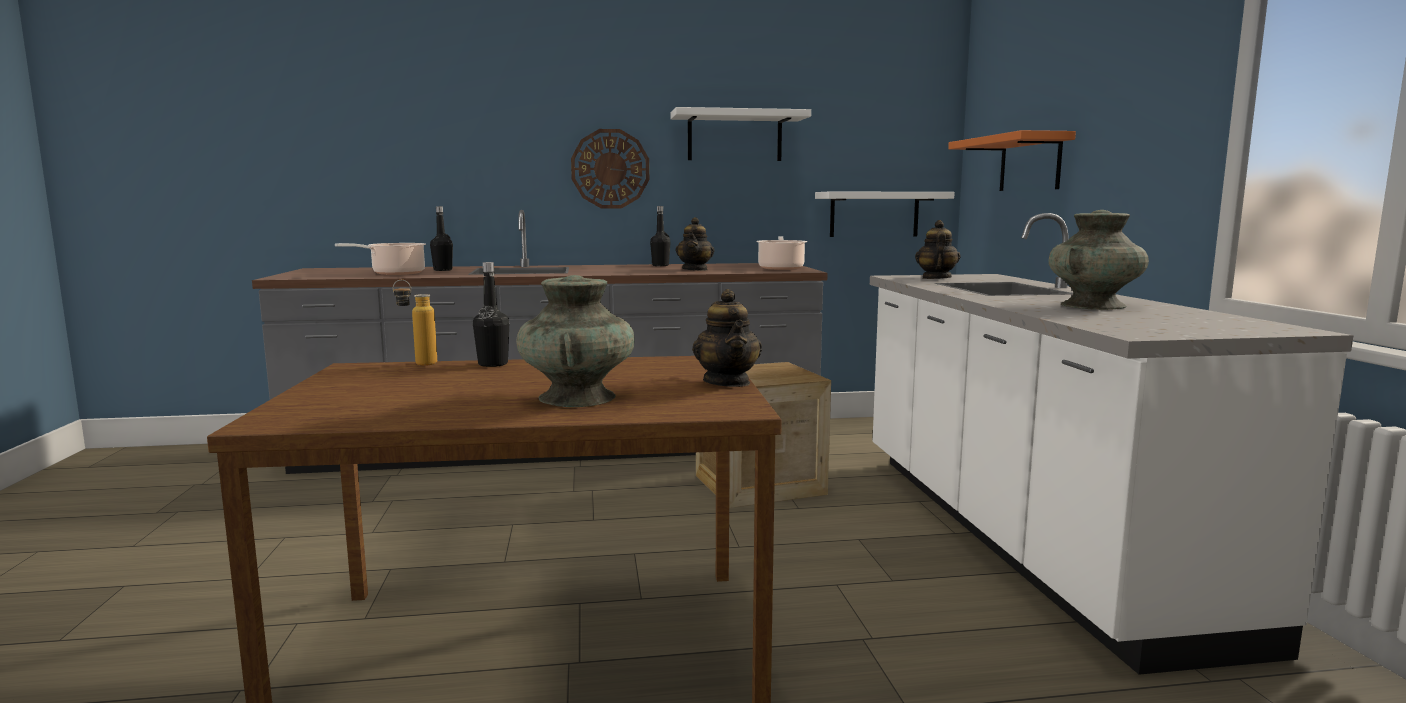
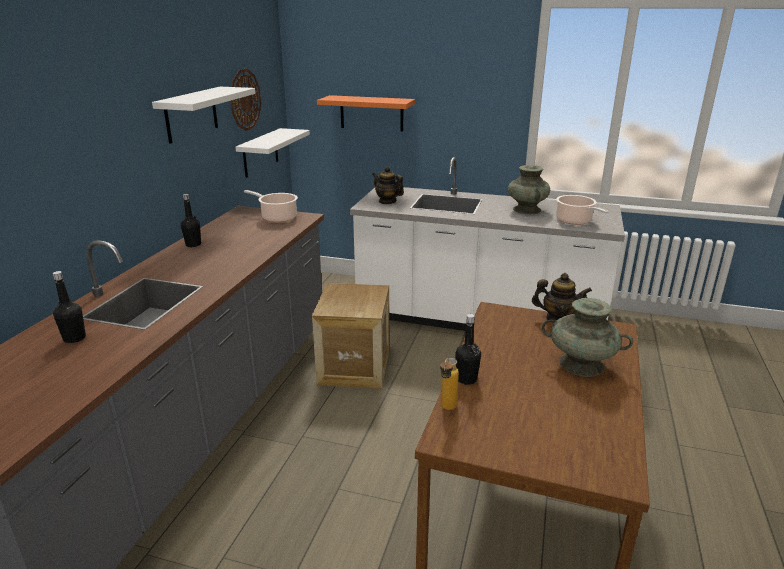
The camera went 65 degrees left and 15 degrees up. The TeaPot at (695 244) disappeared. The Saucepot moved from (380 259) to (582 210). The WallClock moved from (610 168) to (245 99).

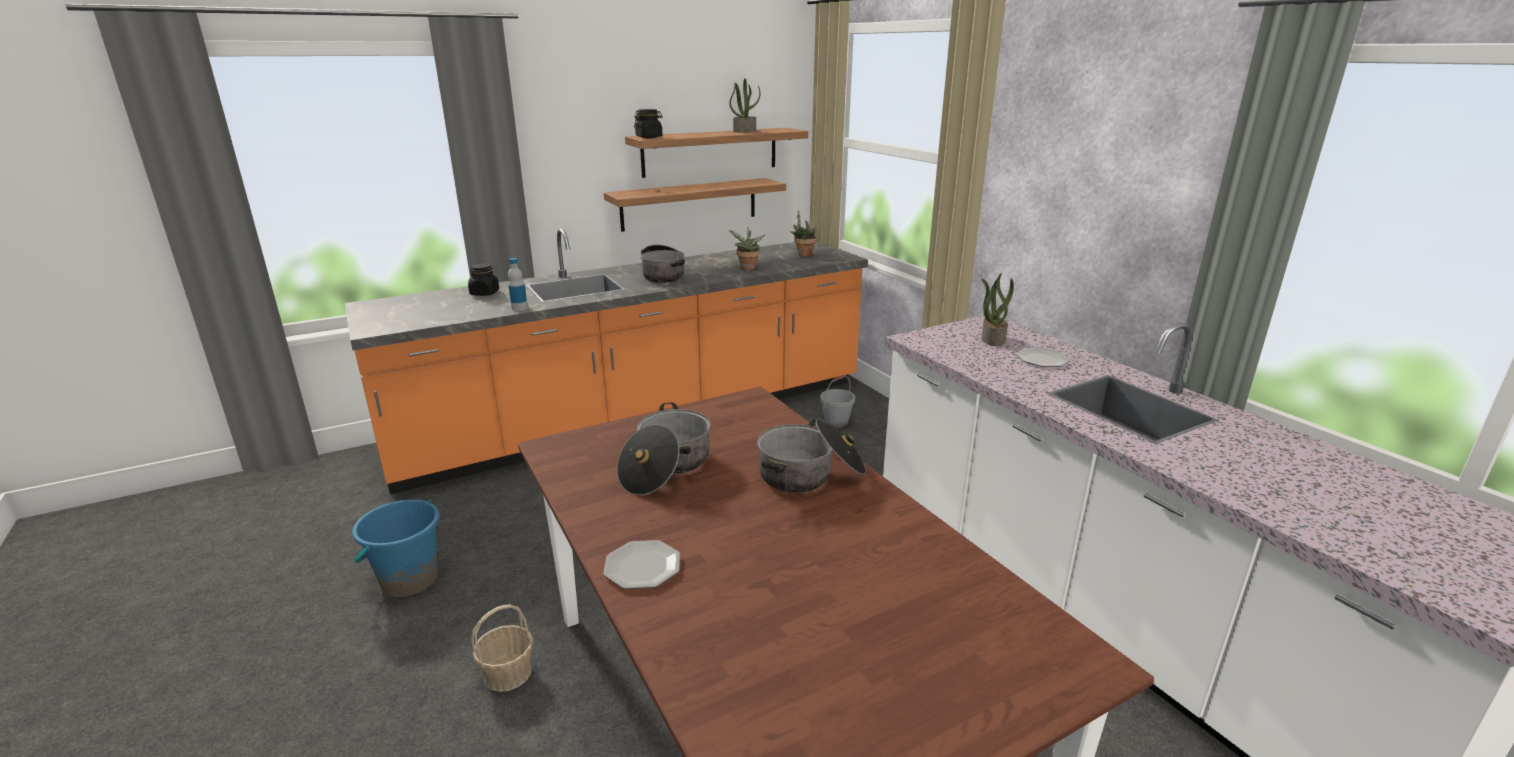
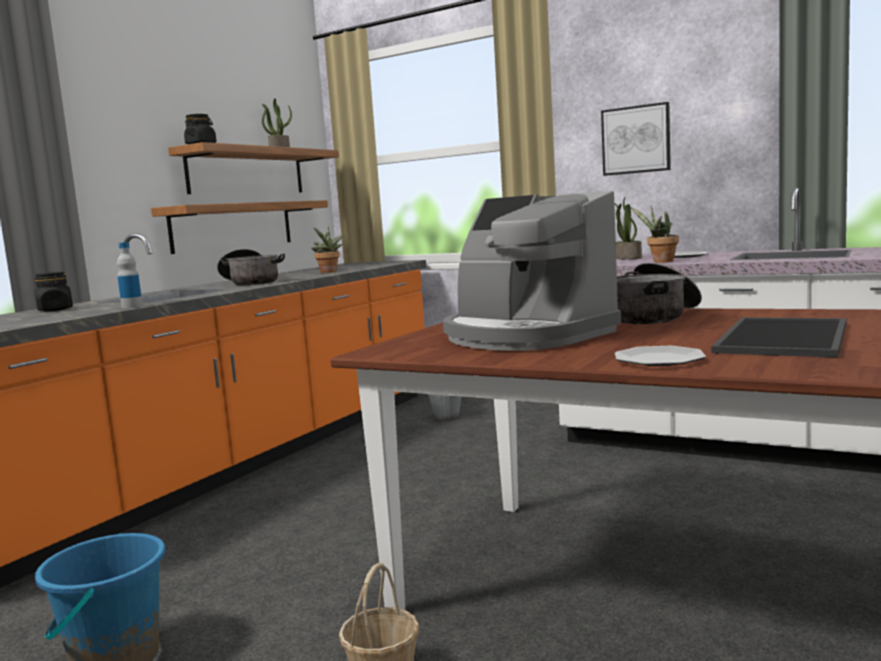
The camera went 30 degrees left and 15 degrees down. The WallArt at (636 139) appeared. The Tray at (778 337) appeared. The Houseplant moved from (803 233) to (655 234). The Saucepot at (664 449) was replaced by the CoffeeMaker at (532 271).

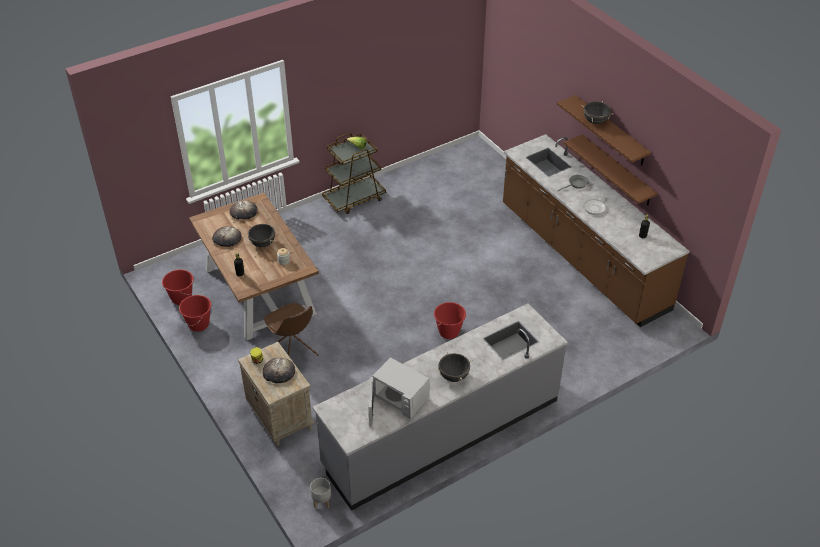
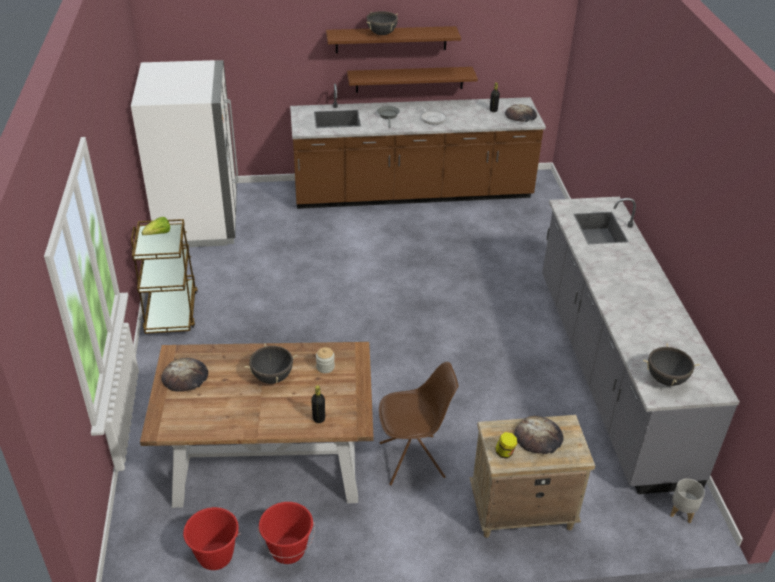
The camera went 65 degrees left and 5 degrees down. The WhiteMicrowaveOven at (399 392) disappeared. The RedBucket at (450 320) disappeared. The WhiteFridge at (184 154) appeared. The BakedBread moved from (227 236) to (521 113). The BlackishSaucepot moved from (454 367) to (671 365).

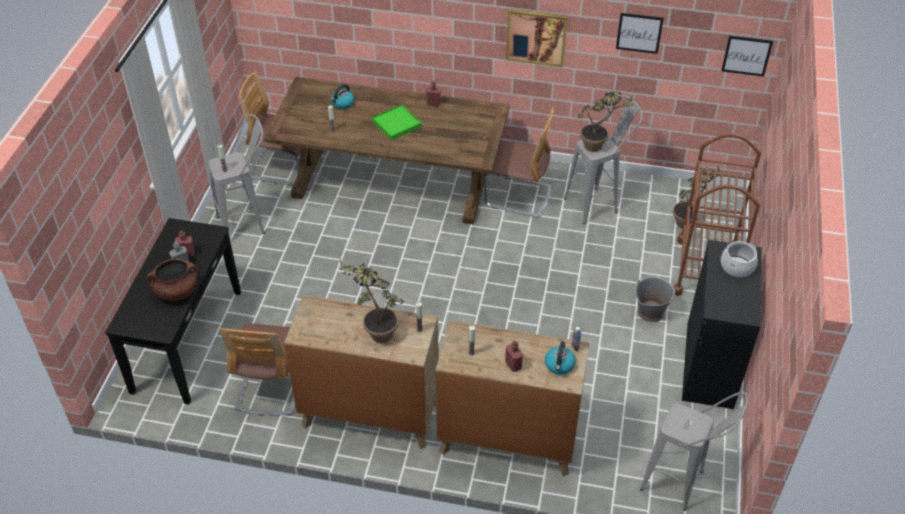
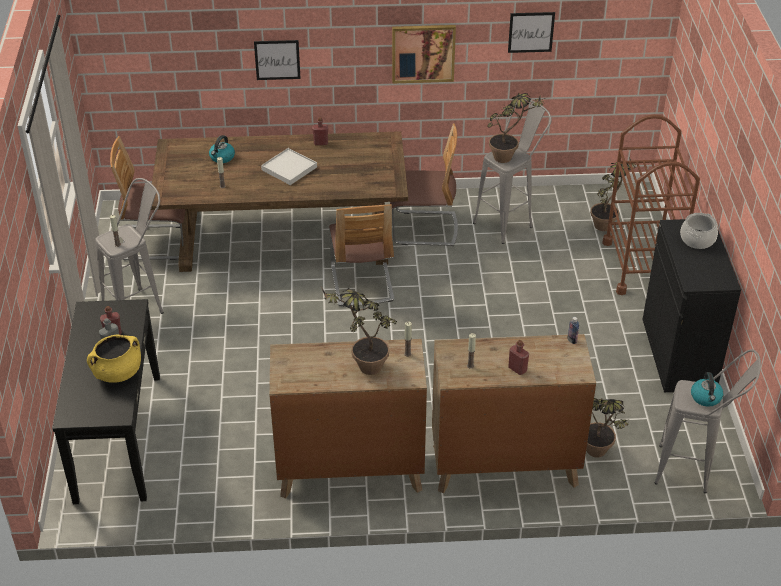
The camera went 15 degrees left and 5 degrees down. The GreyBucket at (655 299) disappeared. The Houseplant at (607 428) appeared. The Chair moved from (257 369) to (362 255). The TeaKettle moved from (560 358) to (707 389). The WallArt moved from (747 56) to (277 60). The BrownSaucepot at (172 279) became the YellowishSaucepot at (114 358). The GreenColouredTray at (396 122) became the WhiteTray at (289 166).

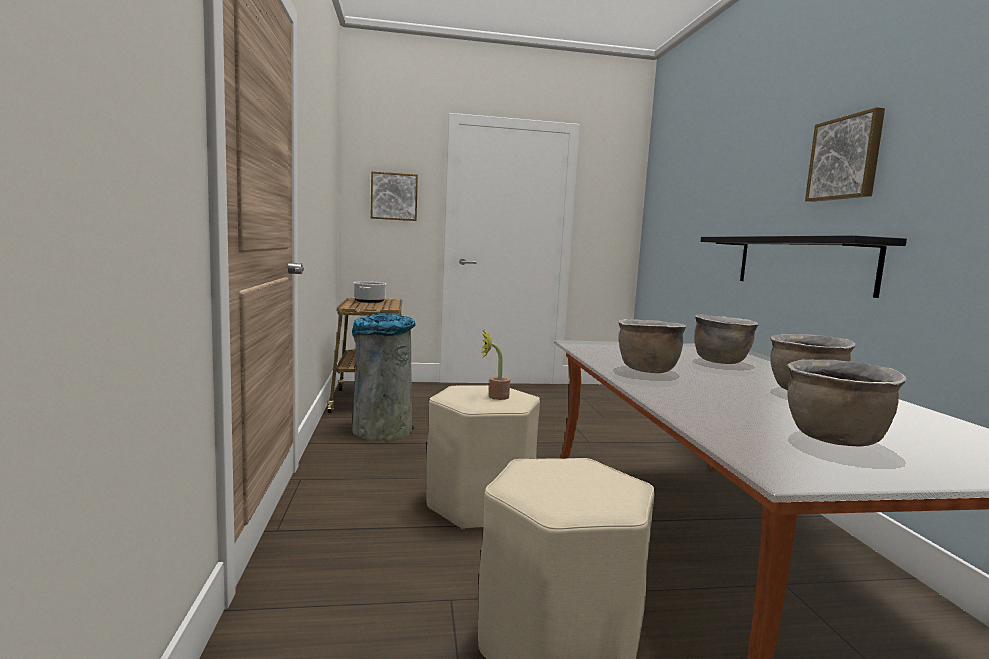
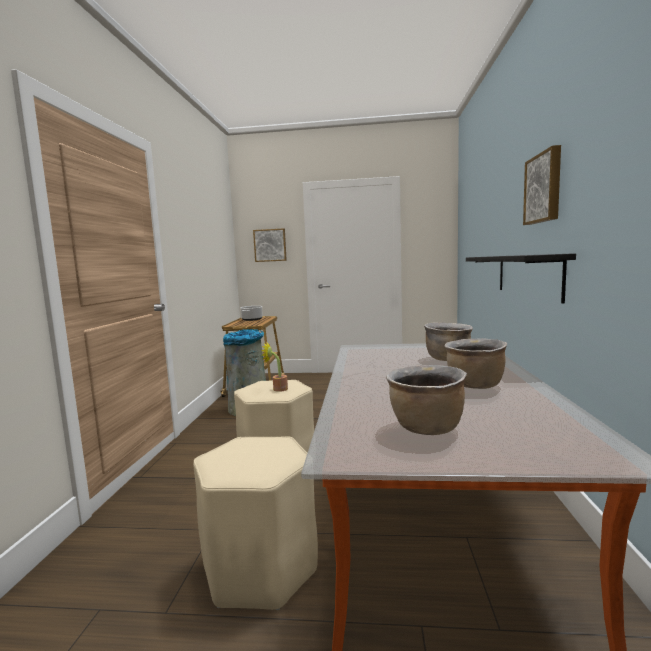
The camera went 15 degrees right and 0 degrees up. The BrownSaucepot at (652 346) disappeared.

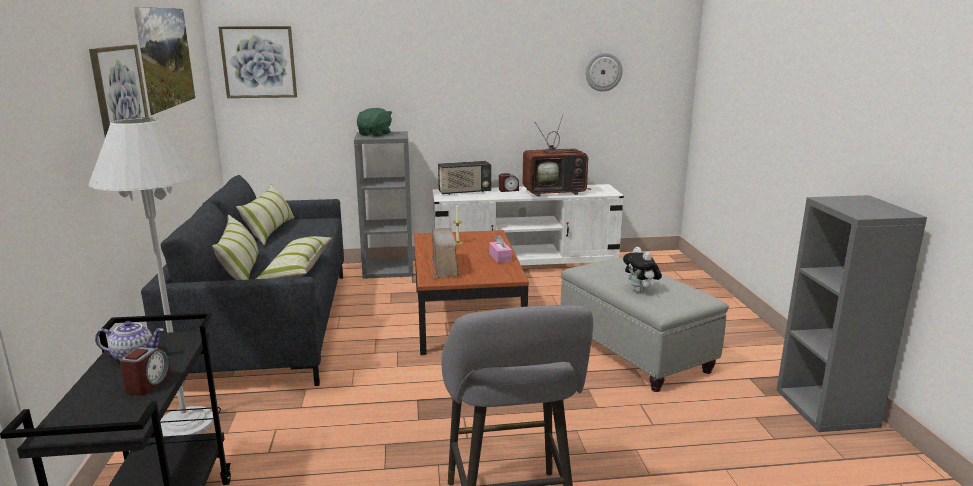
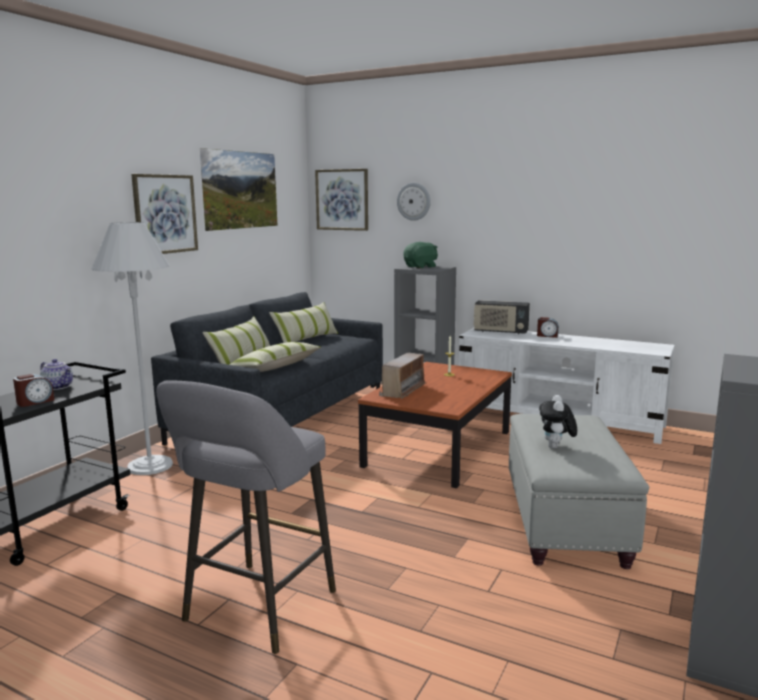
The camera went 35 degrees right and 5 degrees down. The PinkTissueHolder at (500 249) disappeared. The TvSet at (557 156) disappeared. The WallClock moved from (604 72) to (414 202).

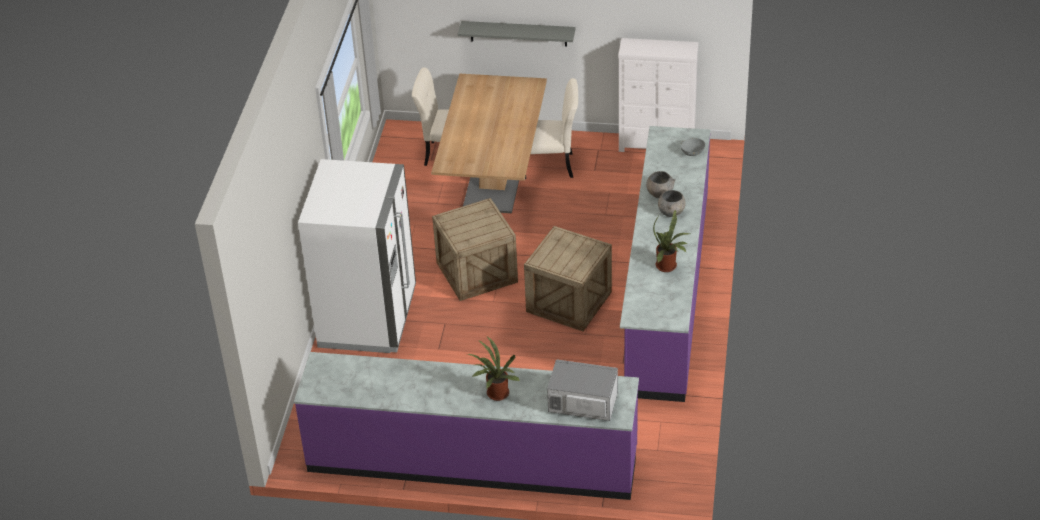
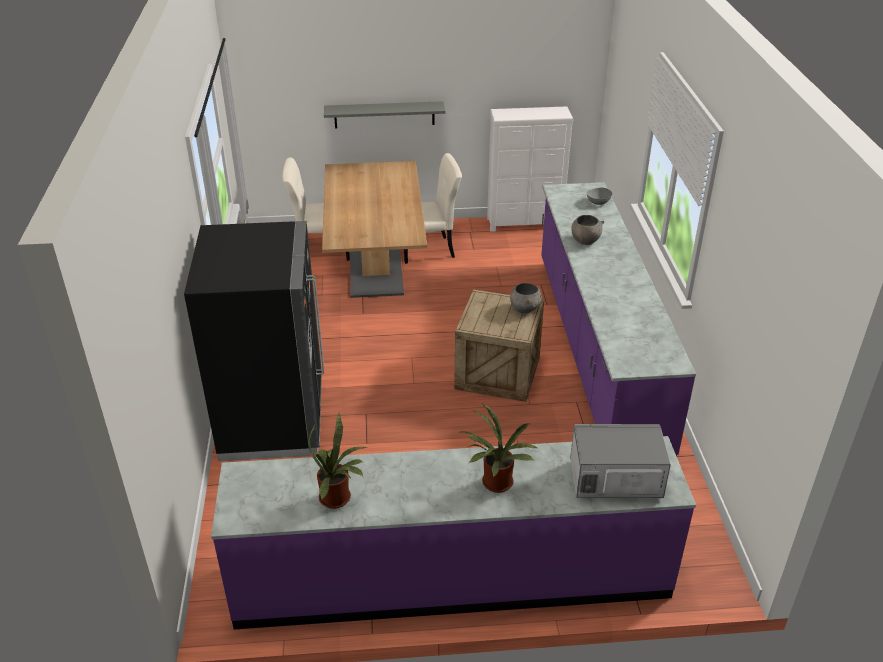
The camera went 15 degrees left and 5 degrees down. The ShippingCrate at (475 249) disappeared. The Houseplant moved from (671 240) to (339 461). The GreyBowl moved from (672 203) to (526 298). The WhiteFridge at (357 256) became the BlackishFridge at (254 341).

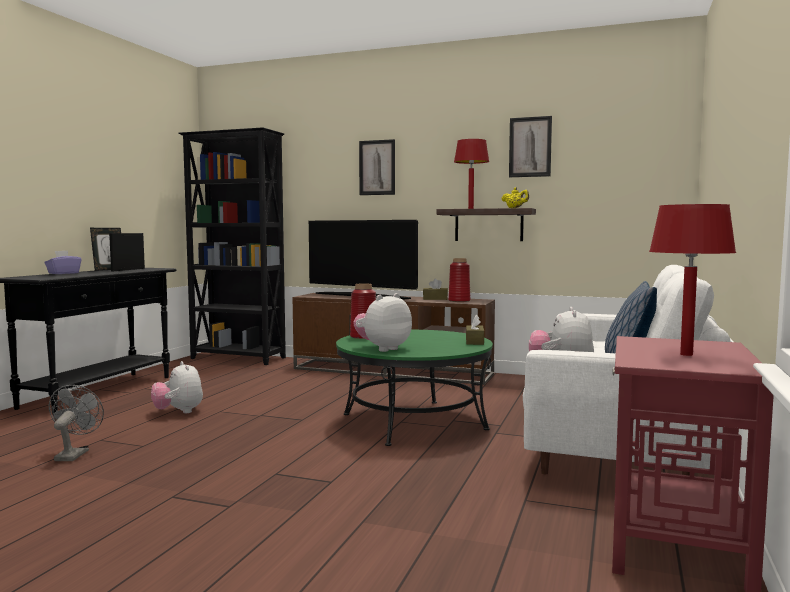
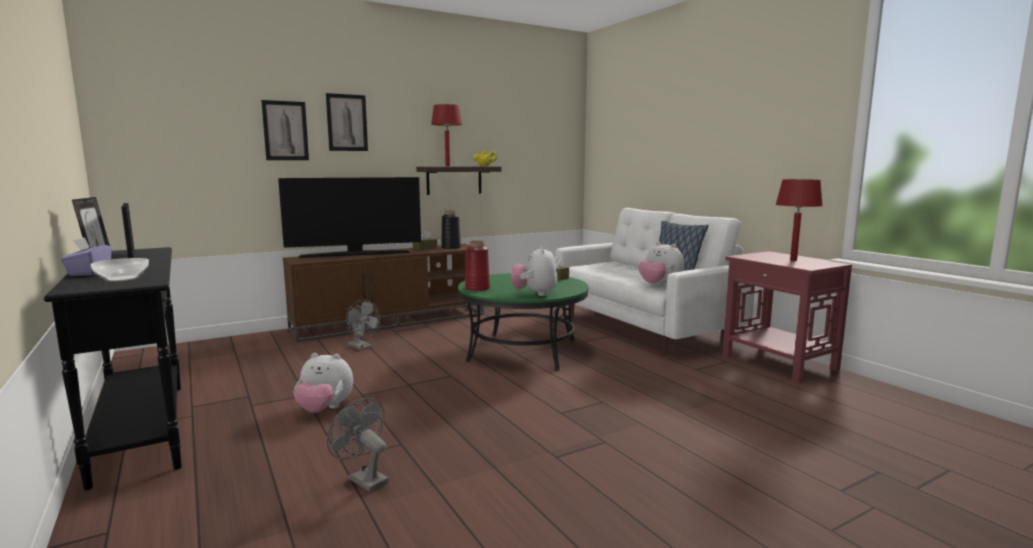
The camera went 50 degrees left and 5 degrees up. The BlackishShelvingUnit at (232 246) disappeared. The Bowl at (119 270) appeared. The GreyFan at (363 325) appeared. The WallArt moved from (530 146) to (285 130). The RedFlowerVase at (459 280) became the BlackishFlowerVase at (451 229).

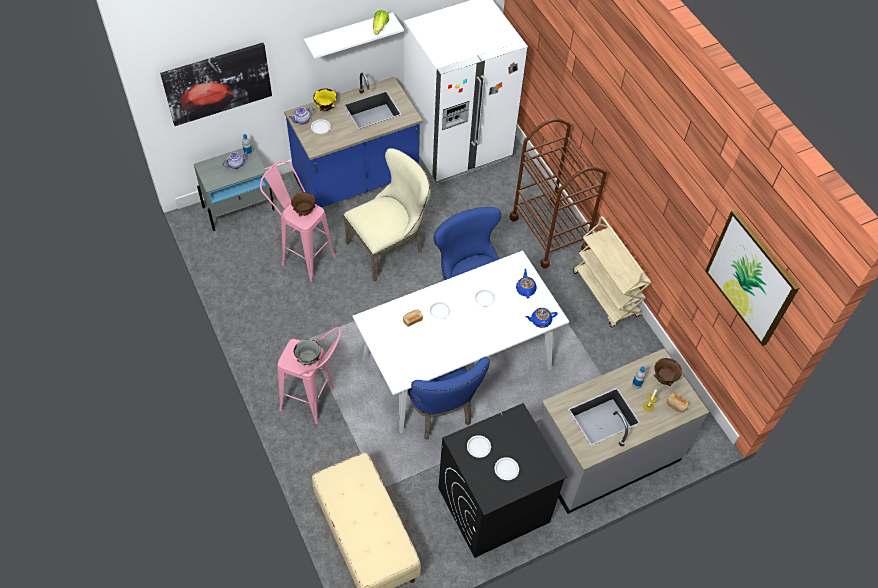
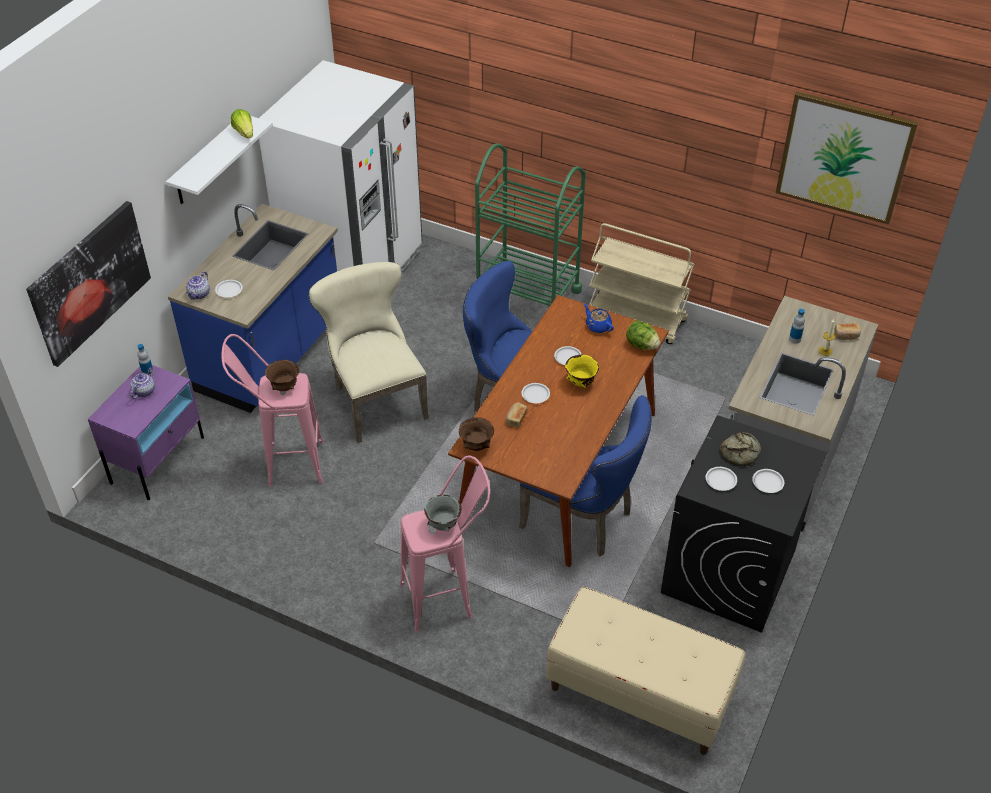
The camera went 35 degrees left and 10 degrees down. The BakedBread at (740 449) appeared. The YellowishBowl moved from (324 99) to (582 371). The BrownBowl moved from (668 372) to (476 434). The BlueColouredTeaPot at (541 318) was replaced by the LettuceHead at (643 335). The GreyNightstand at (234 188) became the PurpleColouredNightstand at (146 432). The WhiteDiningTable at (460 342) became the BrownDiningTable at (558 431). The BrownTrolley at (558 193) became the GreenColouredTrolley at (530 224). The SandColouredChair at (387 215) turned 45 degrees counterclockwise.

